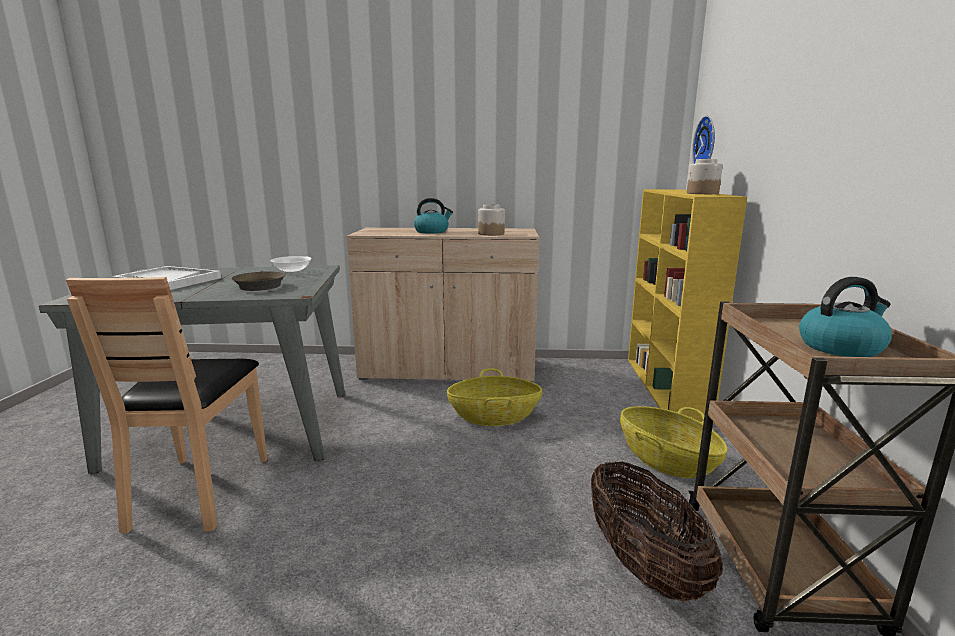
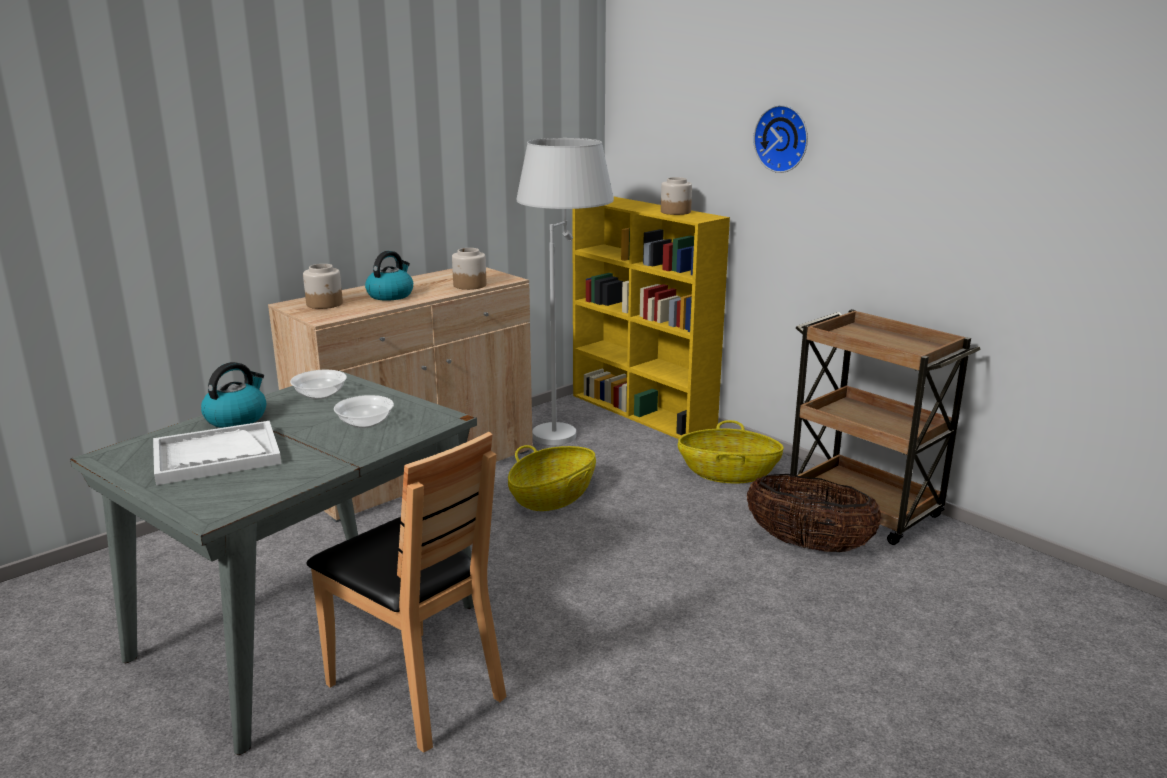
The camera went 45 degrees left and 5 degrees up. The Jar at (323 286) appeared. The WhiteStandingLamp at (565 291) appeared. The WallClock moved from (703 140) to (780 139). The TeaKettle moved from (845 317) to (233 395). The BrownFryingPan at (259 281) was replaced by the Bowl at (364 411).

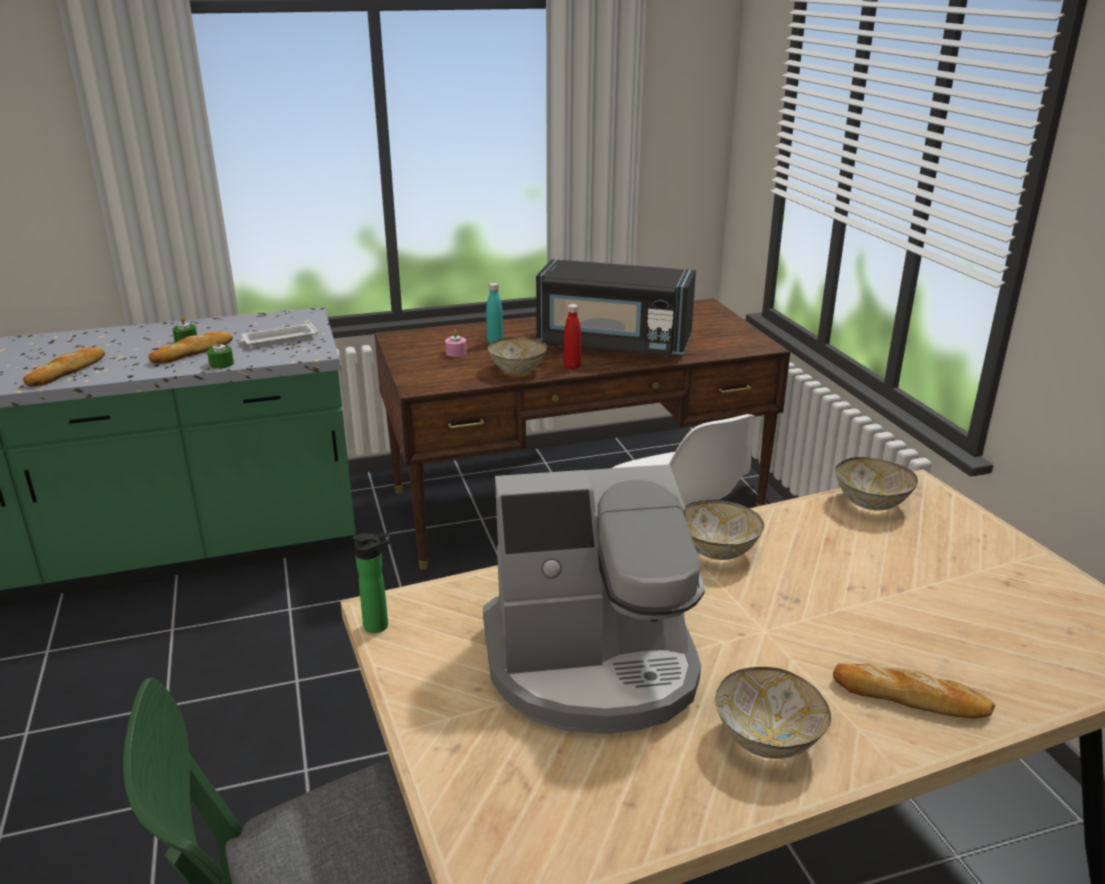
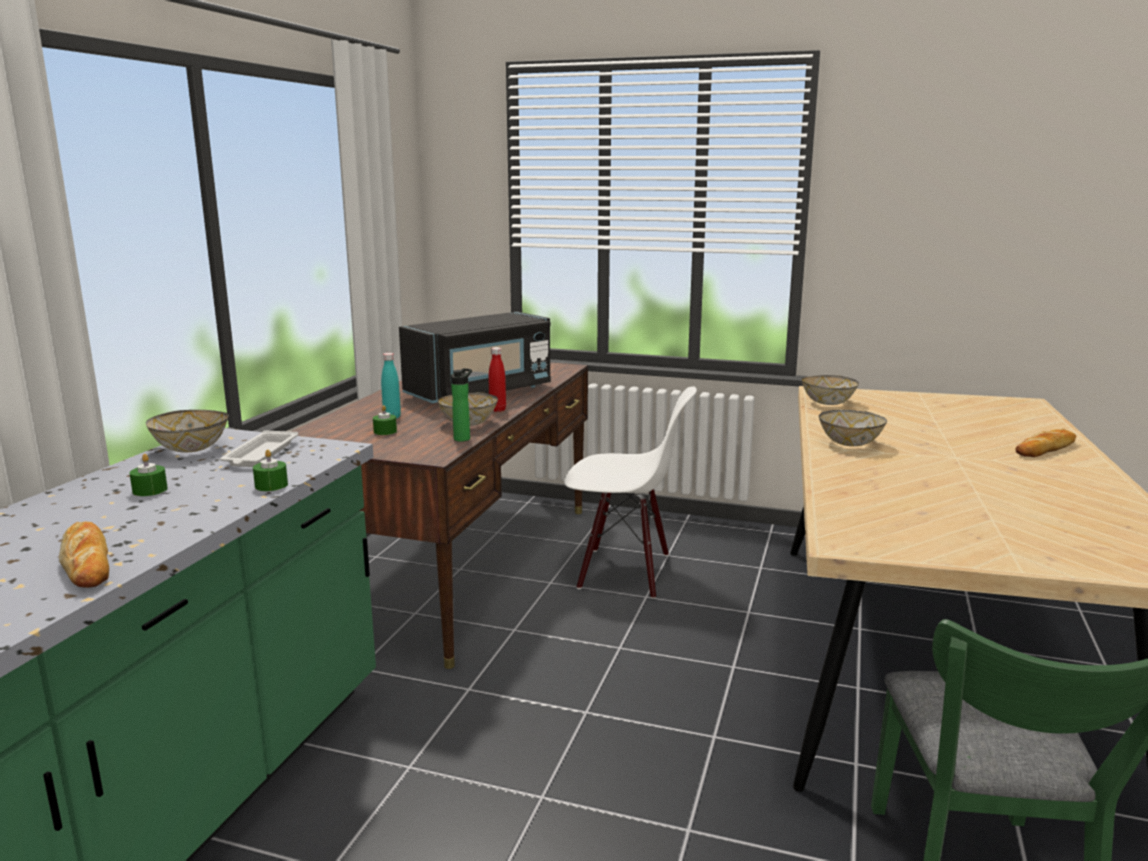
The camera went 55 degrees left and 10 degrees down. The BakedBread at (191 347) disappeared. The CoffeeMaker at (594 599) disappeared. The Bottle moved from (371 583) to (461 405). The Bowl moved from (773 713) to (187 431). The PinkWaxCandle at (456 343) became the GreenColouredWaxCandle at (385 420).

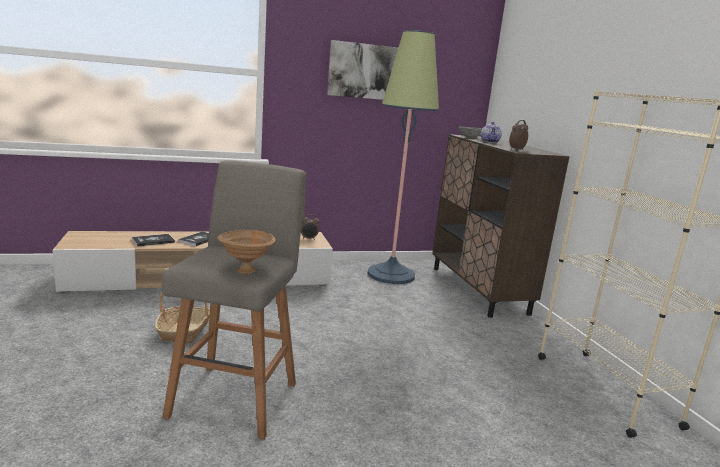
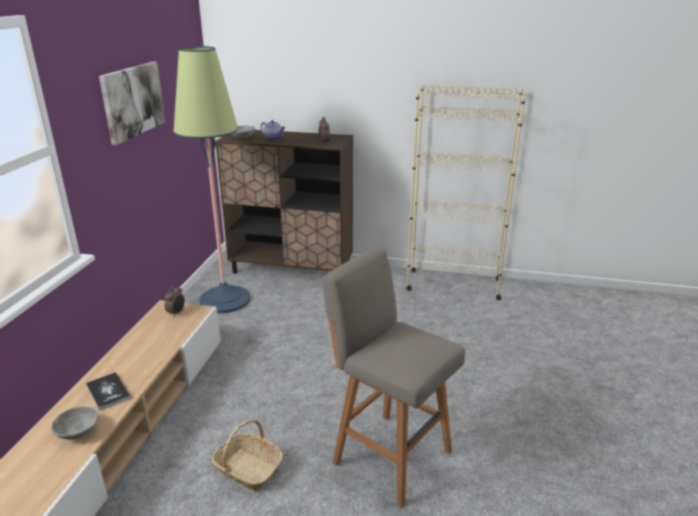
The camera went 60 degrees left and 10 degrees up. The BrownBowl at (246 252) disappeared. The Volume at (153 240) was replaced by the GreyBowl at (74 423).

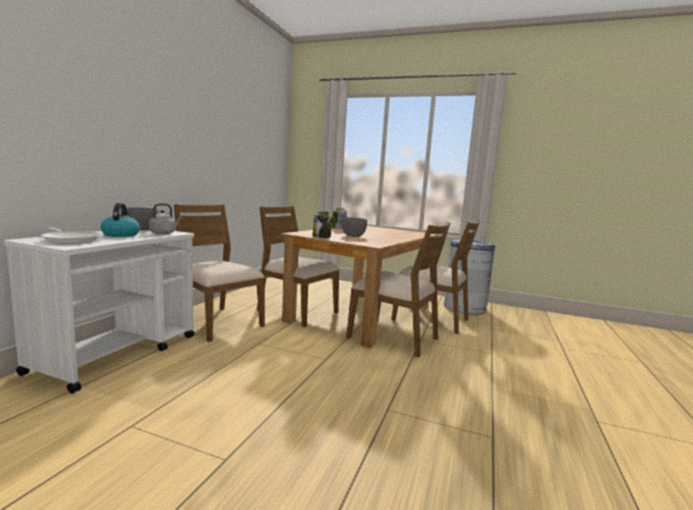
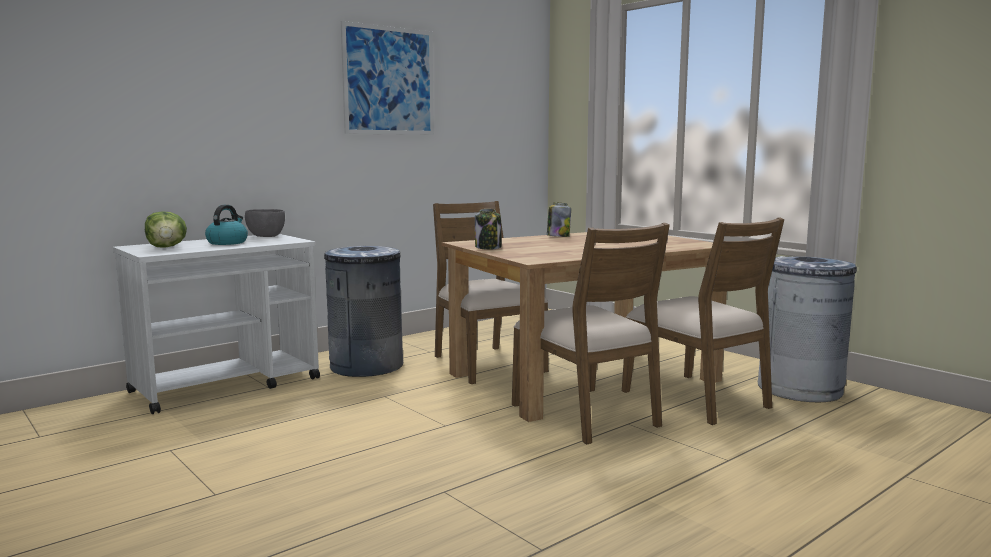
The camera went 30 degrees right and 0 degrees up. The GreyTeaKettle at (165 218) disappeared. The GreyBowl at (354 227) disappeared. The WallArt at (387 78) appeared. The FryingPan at (70 236) was replaced by the LettuceHead at (166 229). The BrownChair at (219 273) was replaced by the GreyRubbishBin at (363 311).

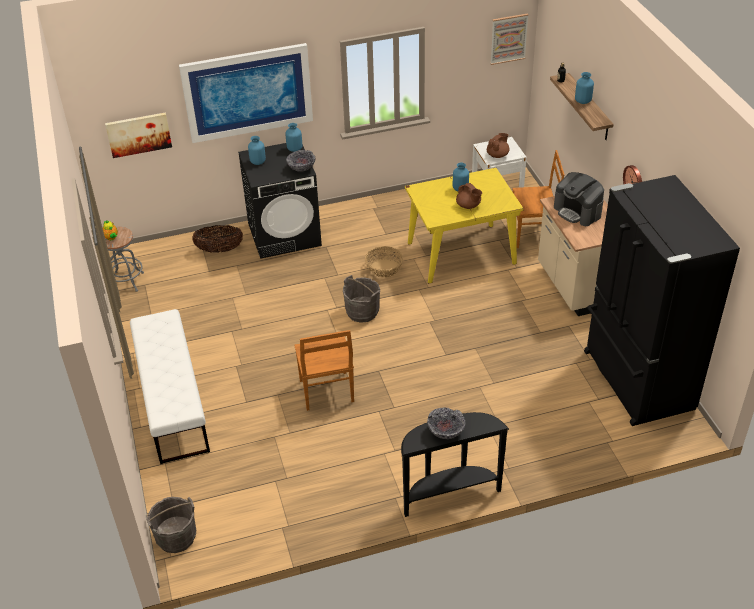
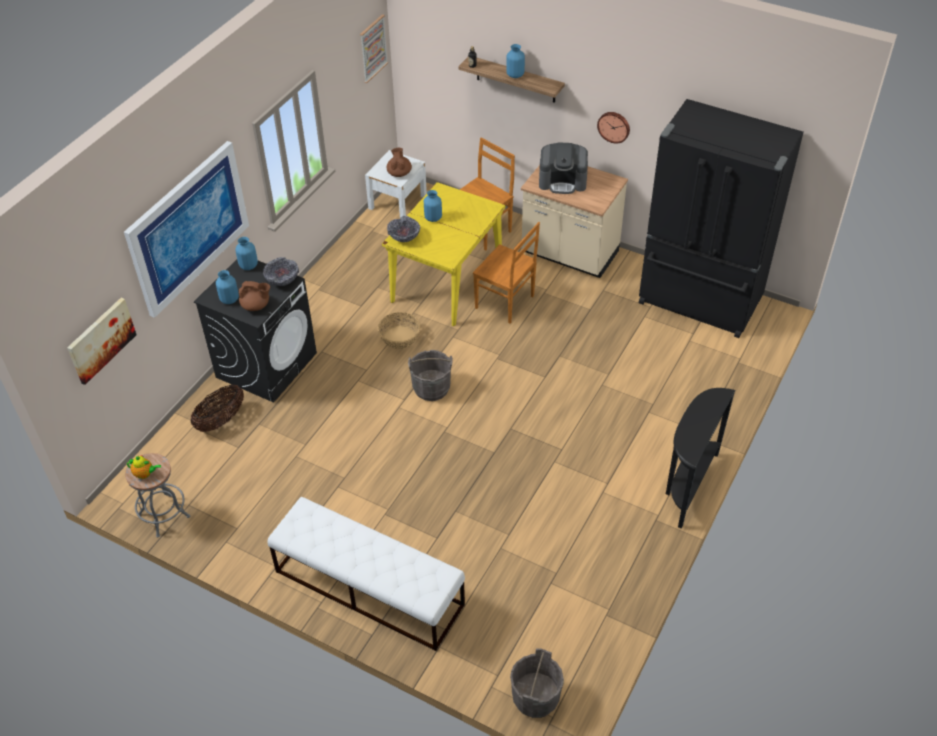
The camera went 45 degrees left and 5 degrees up. The BrownChair moved from (324 370) to (506 273). The Bowl moved from (446 423) to (403 229). The BrownTeaPot moved from (469 196) to (254 296).

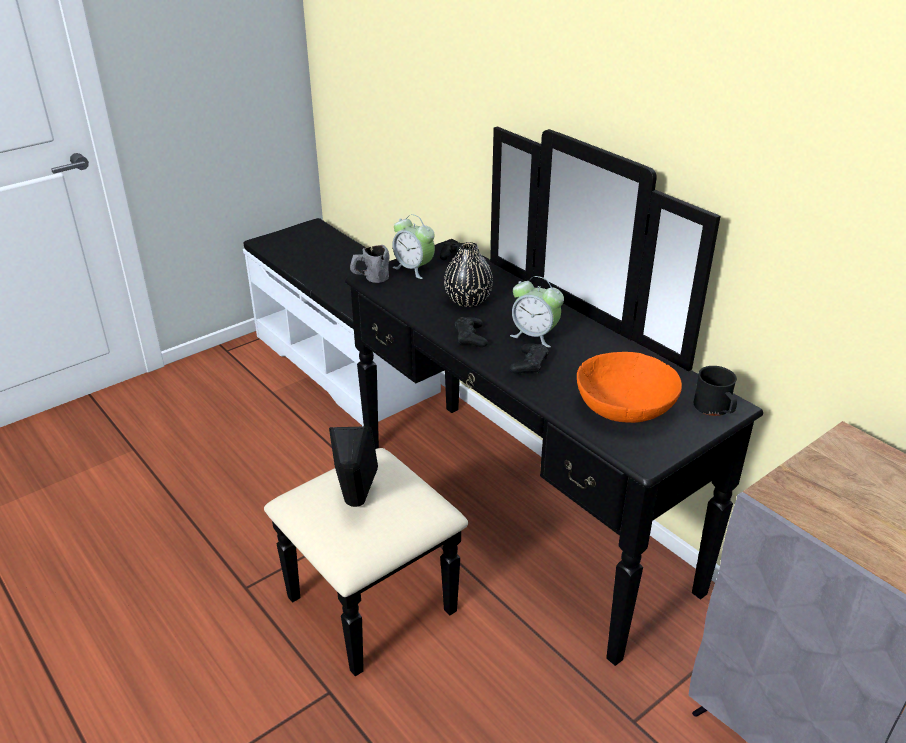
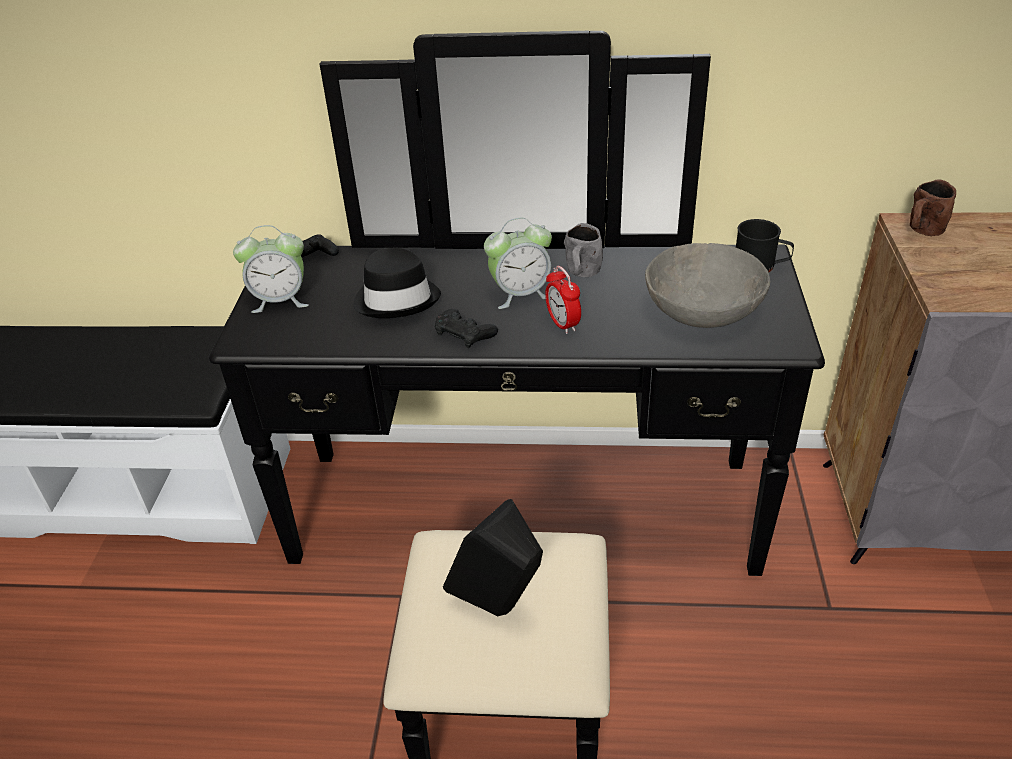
The camera went 45 degrees left and 5 degrees up. The BrownMug at (933 207) appeared. The GreyMug moved from (369 264) to (583 250). The BlackishFlowerVase at (468 274) was replaced by the BlackishClothingHat at (397 283). The BlackishGamepad at (529 358) was replaced by the TableClock at (563 300). The OrangeyBowl at (629 387) became the GreyBowl at (707 285).

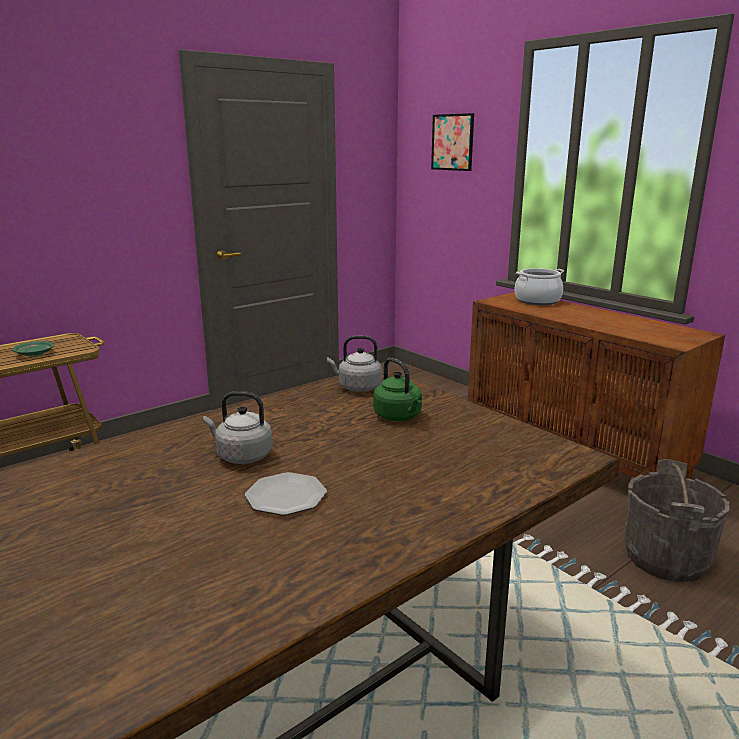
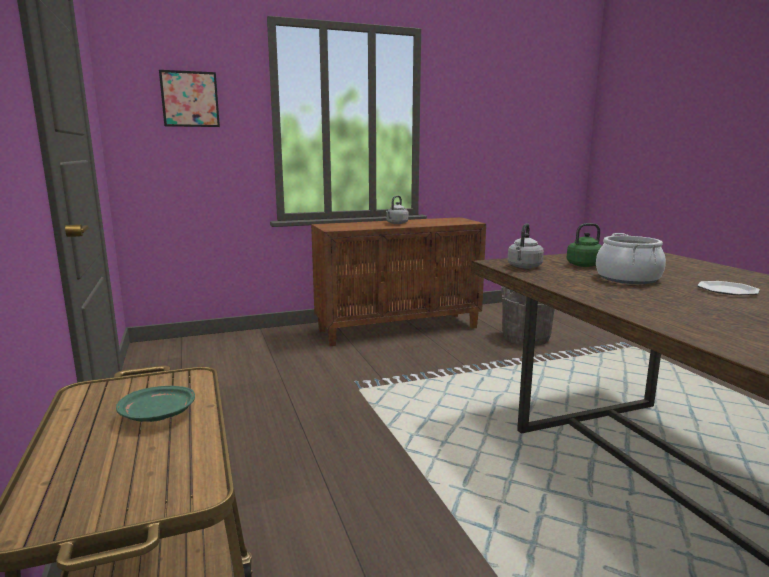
The camera went 70 degrees left and 5 degrees down. The GreyTeaKettle moved from (238 427) to (397 210). The Saucepot moved from (539 286) to (631 258).

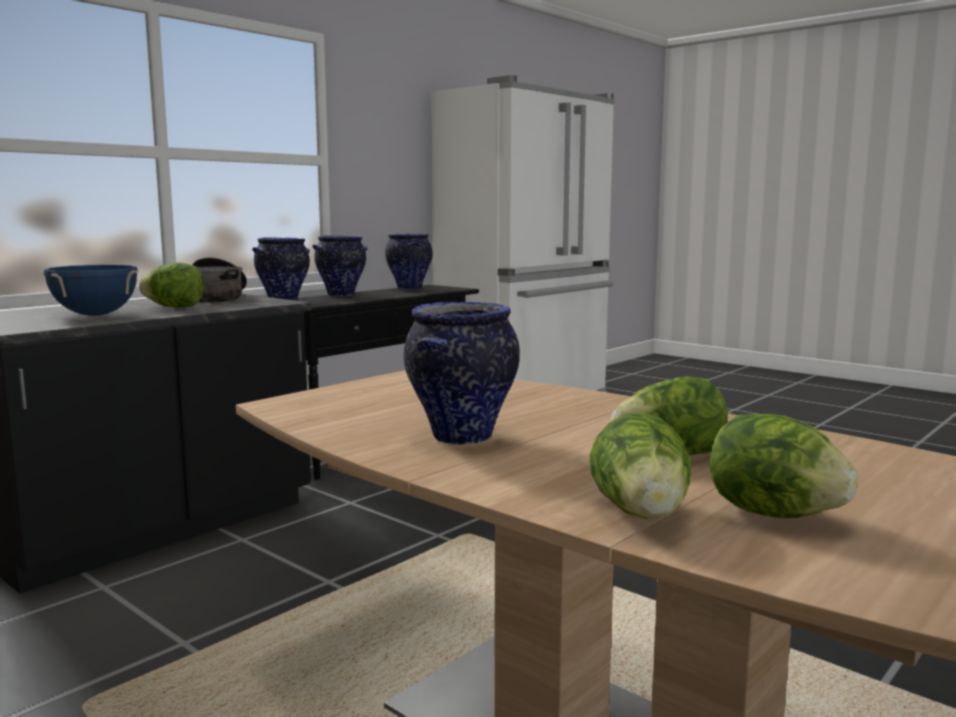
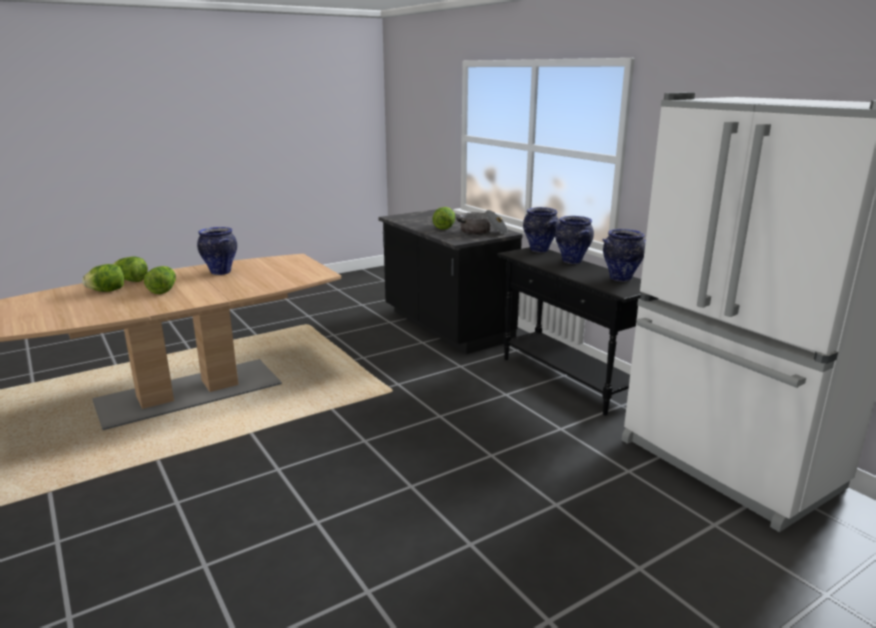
The camera went 105 degrees right and 10 degrees up. The BlueColouredSaucepot at (91 290) disappeared.

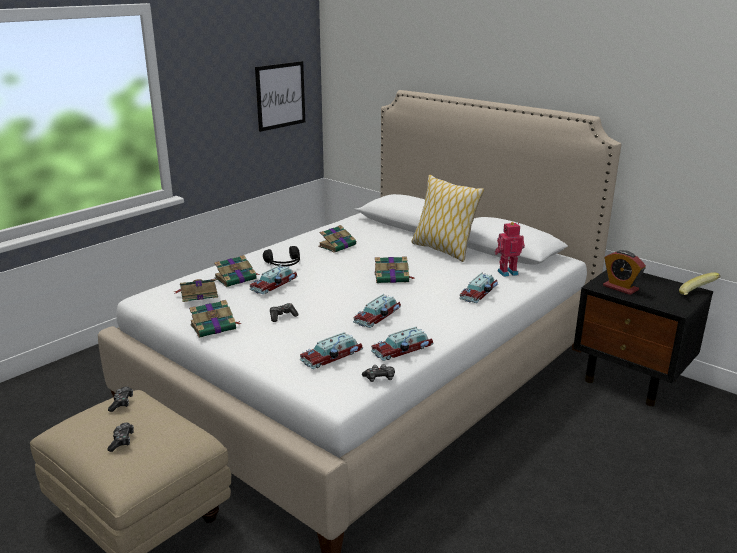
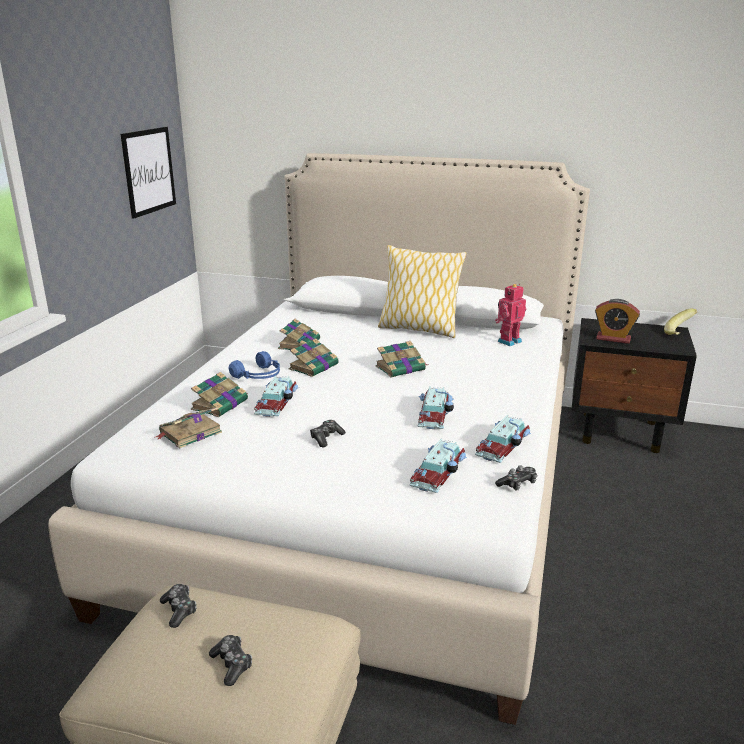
The camera went 25 degrees left and 0 degrees up. The ModelCar at (478 288) disappeared. The Volume moved from (215 319) to (314 357). The BlackishHeadphones at (281 256) became the BlueColouredHeadphones at (254 365).

